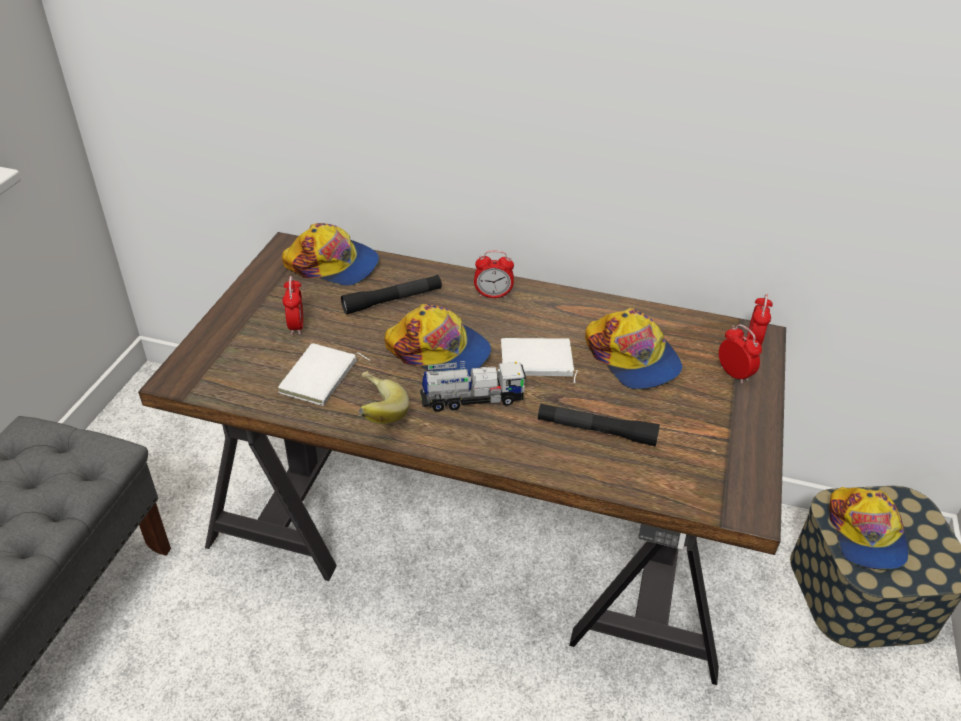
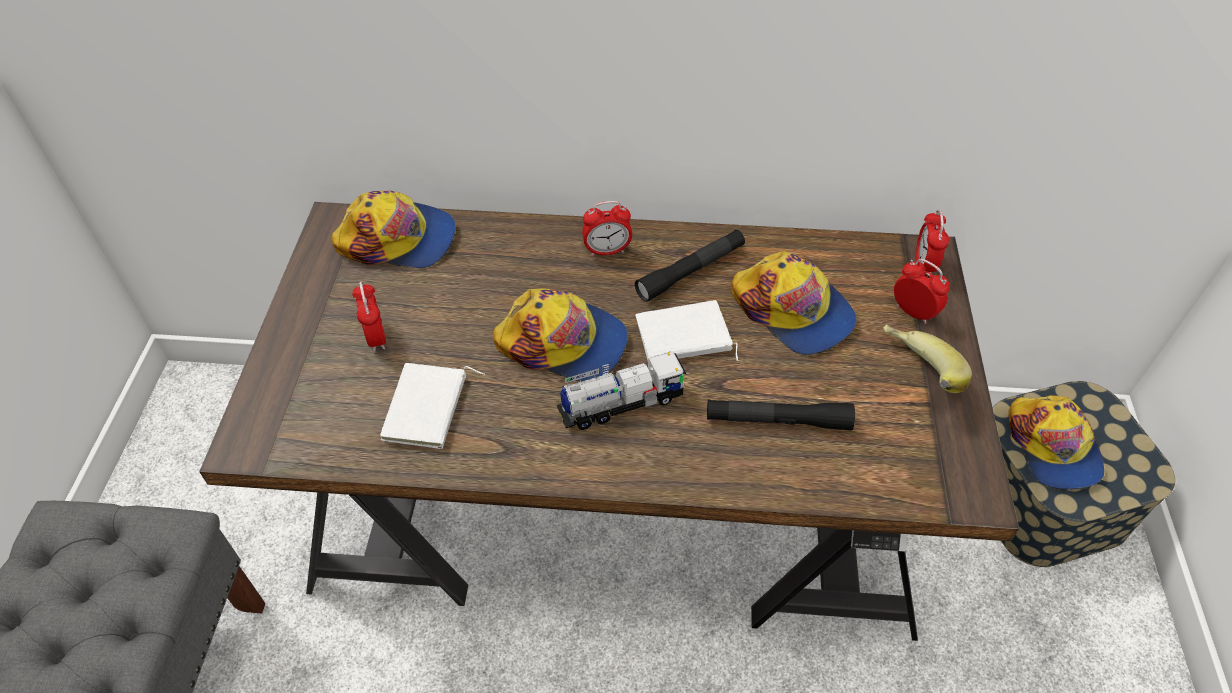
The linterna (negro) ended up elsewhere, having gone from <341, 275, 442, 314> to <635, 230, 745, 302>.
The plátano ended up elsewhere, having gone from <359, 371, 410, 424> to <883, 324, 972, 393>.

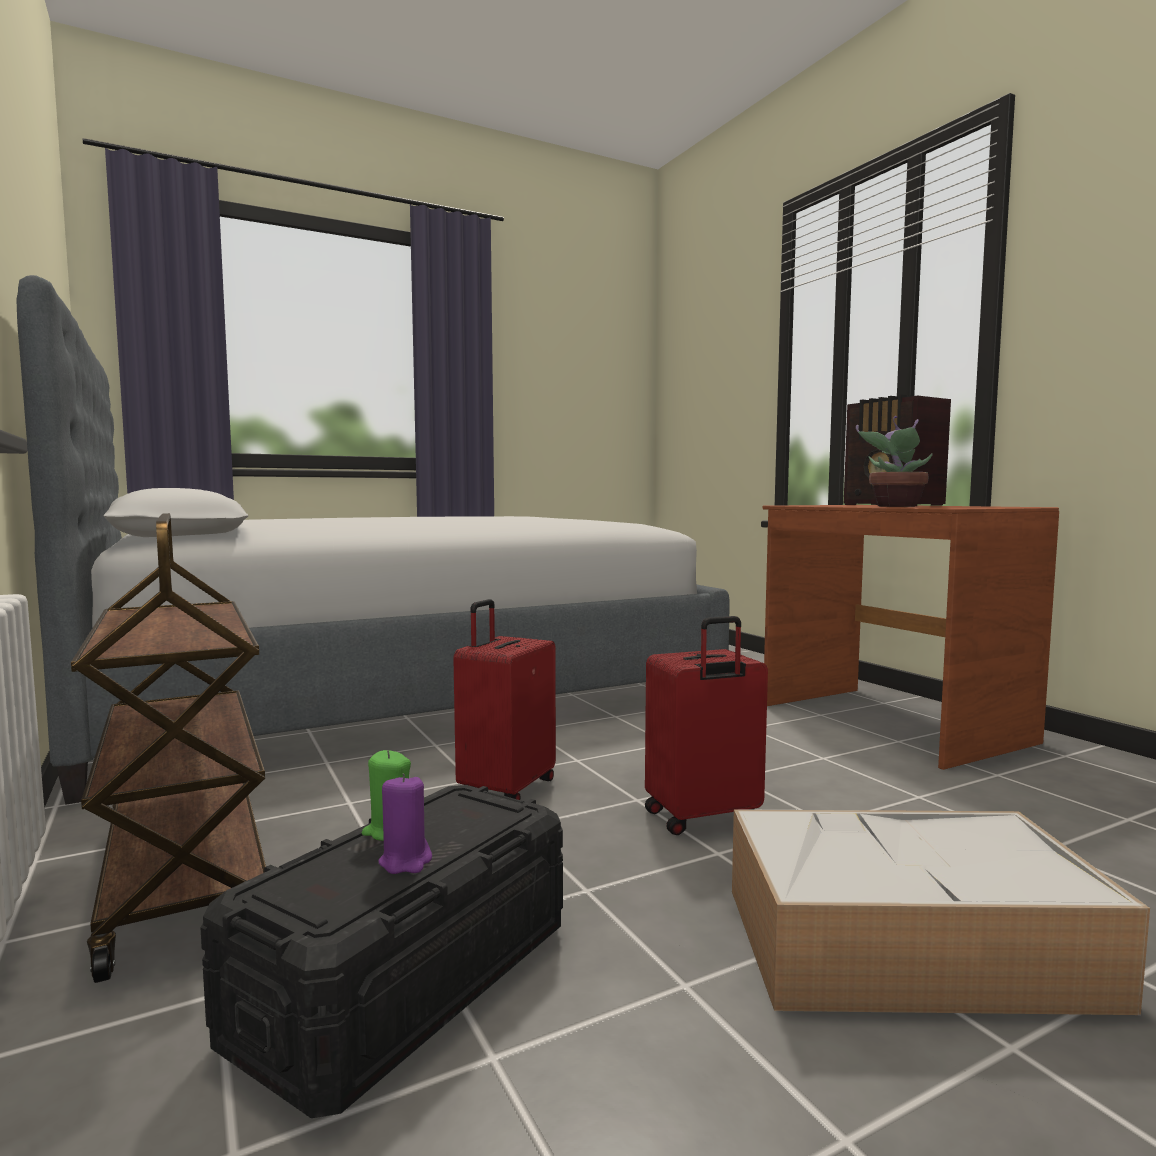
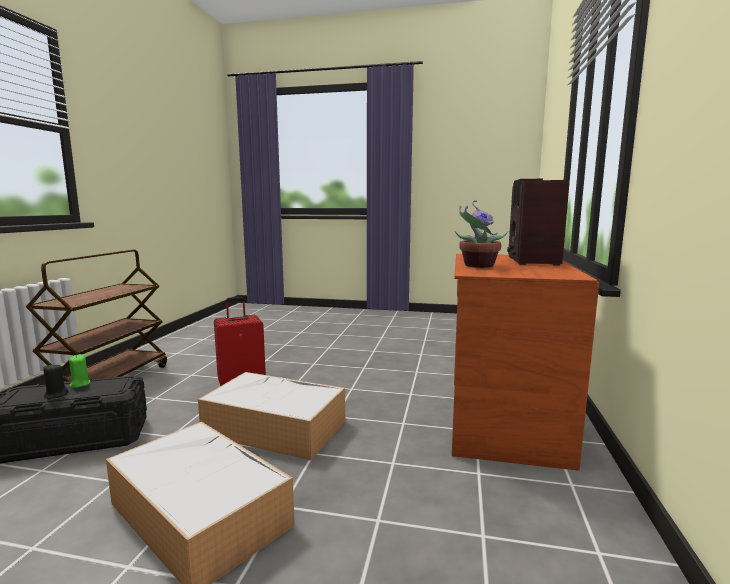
The second view lost the cama at <16, 275, 730, 805>.
Where the maleta (rojo) stood at <645, 616, 768, 835>, the caja de almacenaje came to stand at <198, 372, 345, 460>.
What was the vela (morado) at <379, 774, 432, 874> turned into the vela (negro) at <43, 364, 69, 400>.

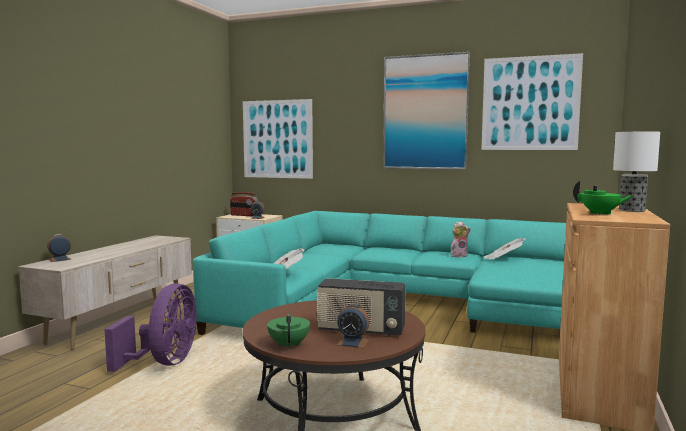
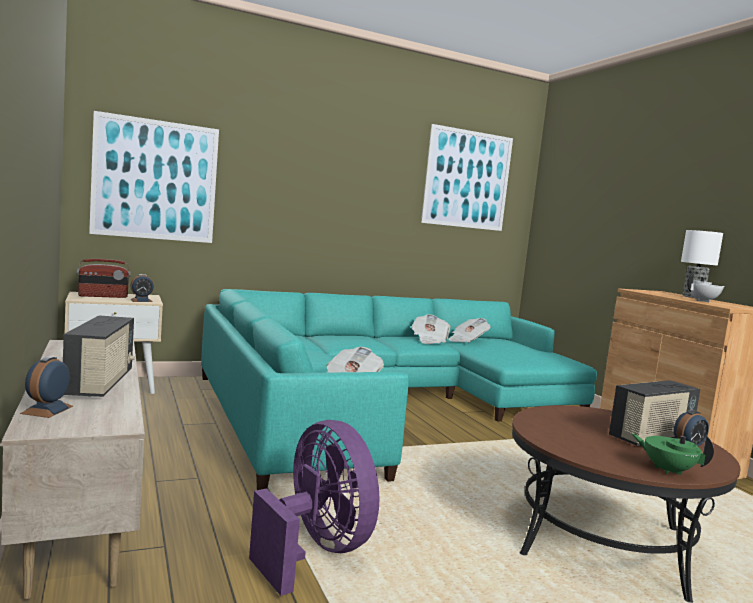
The second view lost the cuadro at <383, 52, 470, 170>.
The second view gained the radio at <63, 315, 135, 397>.
Where the peluche stood at <450, 222, 471, 258>, the periódico came to stand at <411, 314, 451, 344>.
What was the tetera (verde) at <573, 181, 634, 215> turned into the tetera (blanco) at <687, 272, 725, 303>.

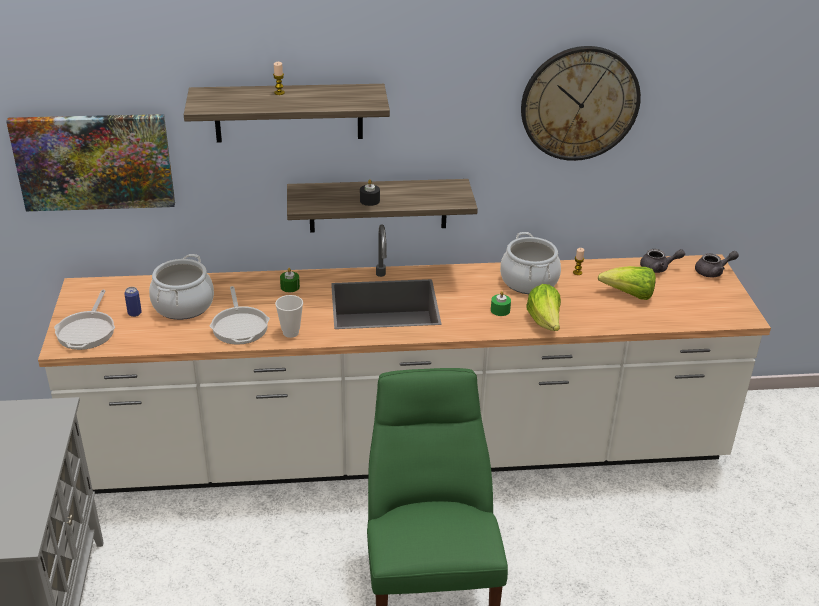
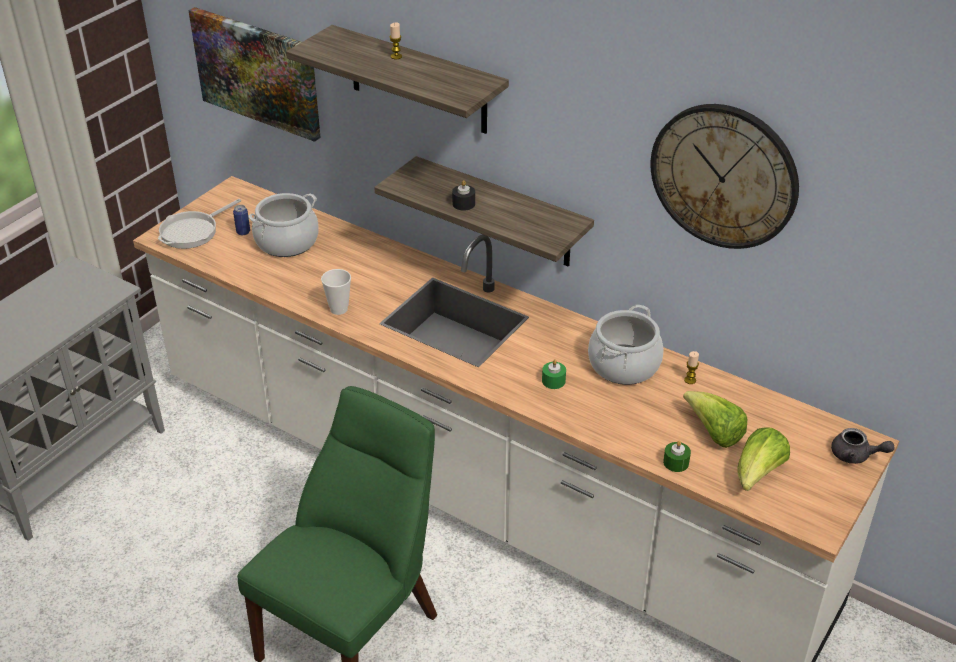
The second view lost the sartén at <209, 286, 270, 344>.
The second view lost the tetera (gris) at <640, 249, 685, 273>.
The vela (verde) ended up elsewhere, having gone from <280, 268, 300, 292> to <663, 441, 691, 472>.
The lechuga ended up elsewhere, having gone from <526, 284, 561, 331> to <738, 428, 790, 491>.

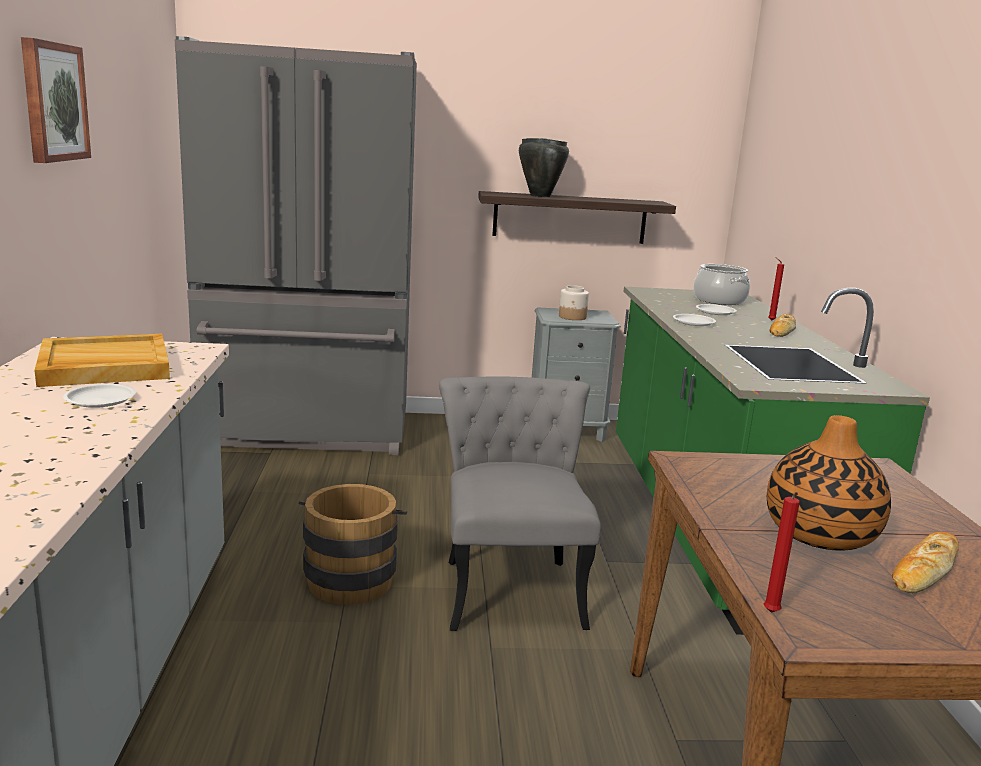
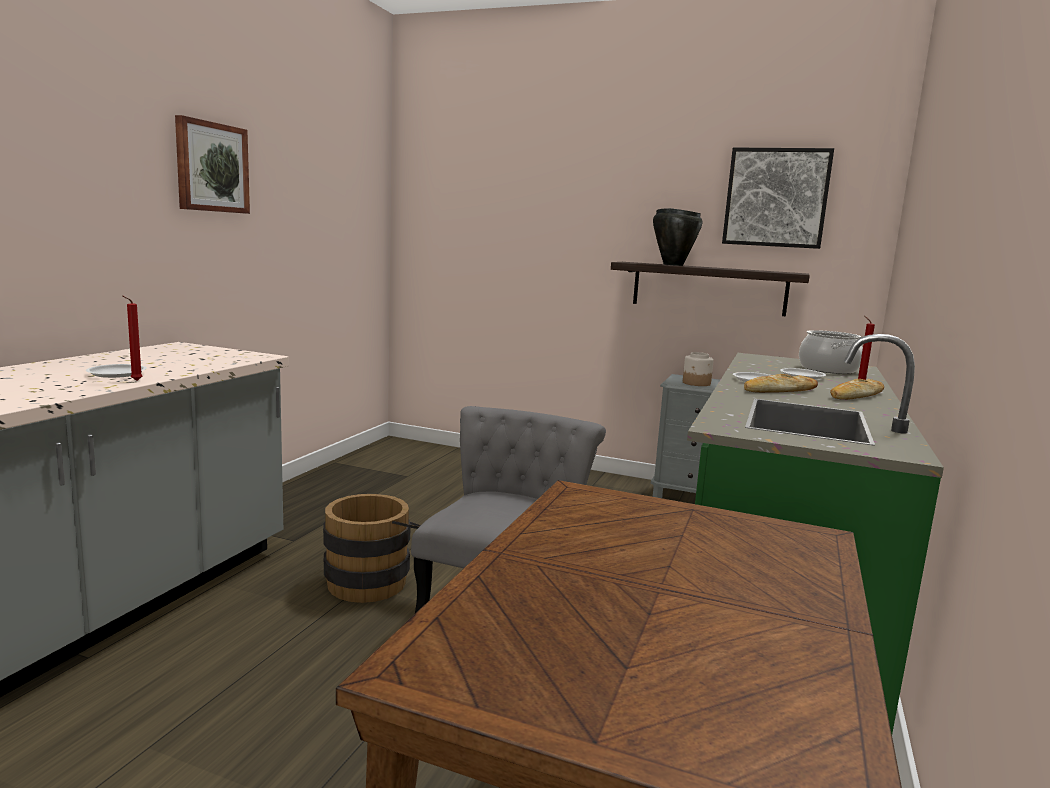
The second view lost the bandeja (beis) at <34, 334, 170, 387>.
The second view lost the nevera (gris) at <175, 36, 417, 455>.
The second view lost the florero at <767, 415, 891, 551>.
The second view gained the cuadro at <722, 148, 834, 249>.
The vela (rojo) ended up elsewhere, having gone from <764, 492, 800, 613> to <123, 296, 142, 381>.
The pan ended up elsewhere, having gone from <892, 532, 959, 593> to <744, 374, 818, 393>.

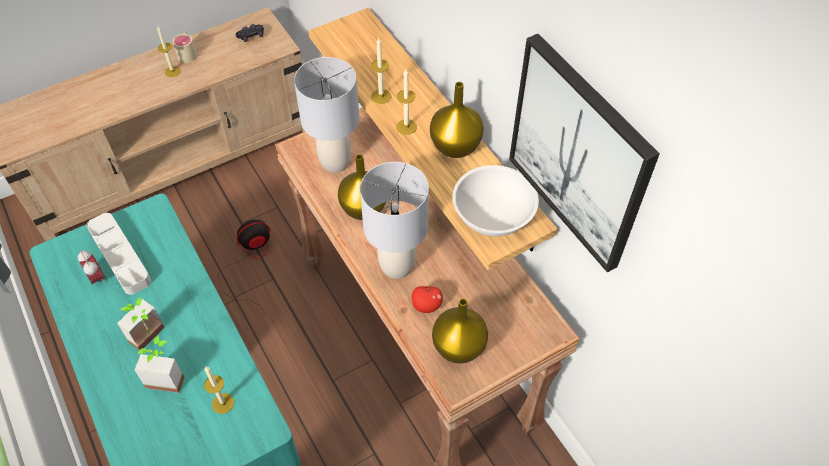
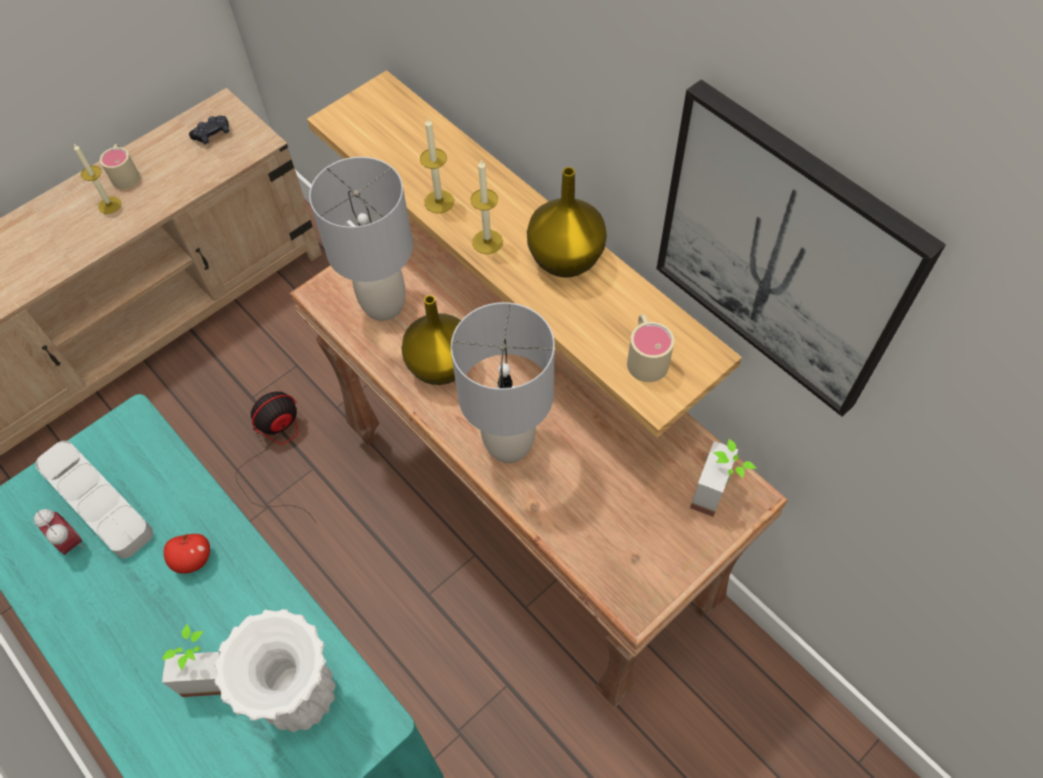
The second view lost the florero (amarillo) at <432, 299, 488, 364>.
The planta en maceta ended up elsewhere, having gone from <117, 298, 165, 350> to <690, 439, 757, 517>.
The manzana ended up elsewhere, having gone from <412, 285, 443, 313> to <164, 534, 210, 574>.
Where the vela stood at <204, 367, 234, 414>, the florero (blanco) came to stand at <214, 609, 336, 732>.
Where the cuenco (blanco) stood at <452, 165, 539, 236>, the taza grande (beis) came to stand at <627, 314, 674, 382>.

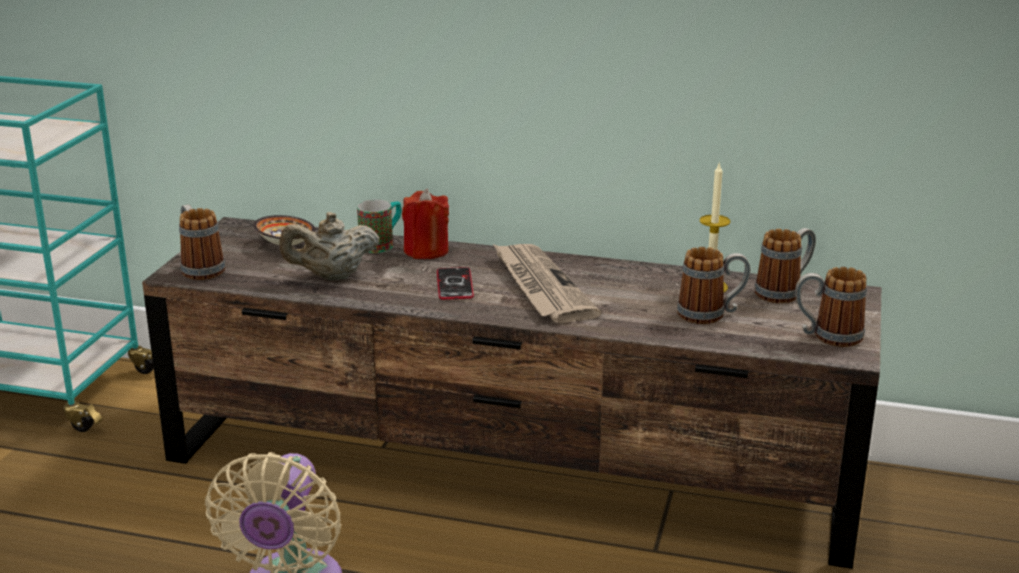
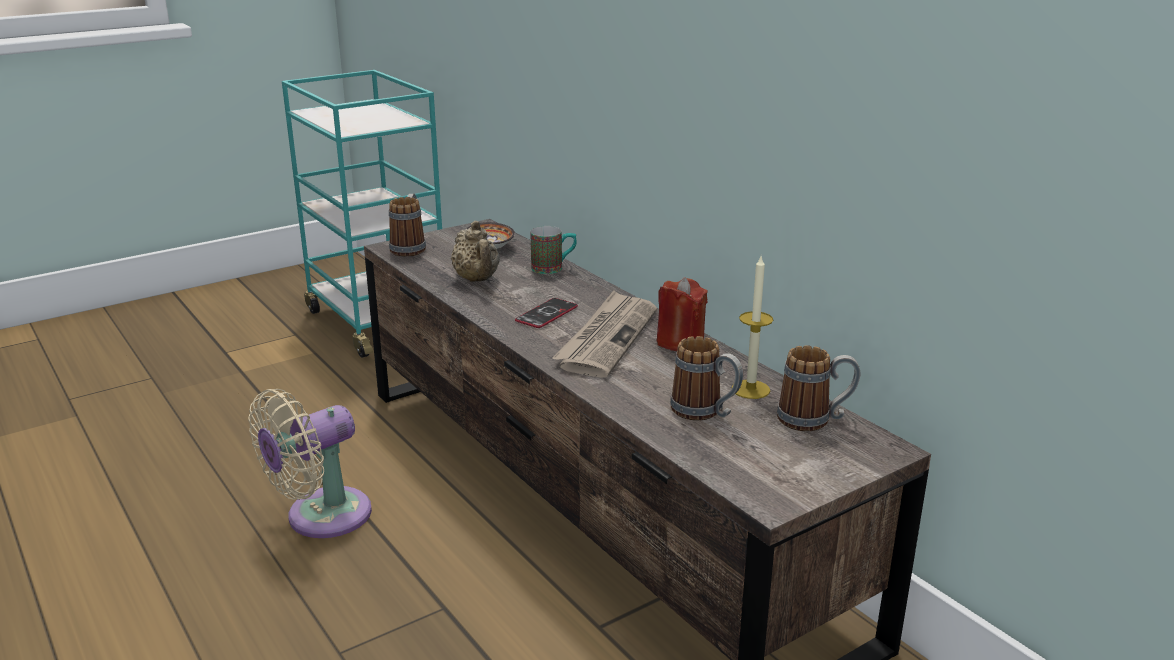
The second view lost the taza grande at <795, 267, 867, 347>.
The vela (rojo) ended up elsewhere, having gone from <402, 189, 449, 259> to <657, 278, 708, 351>.
The tetera (beis) at <280, 212, 379, 280> ended up facing another way, 135 degrees counterclockwise from before.

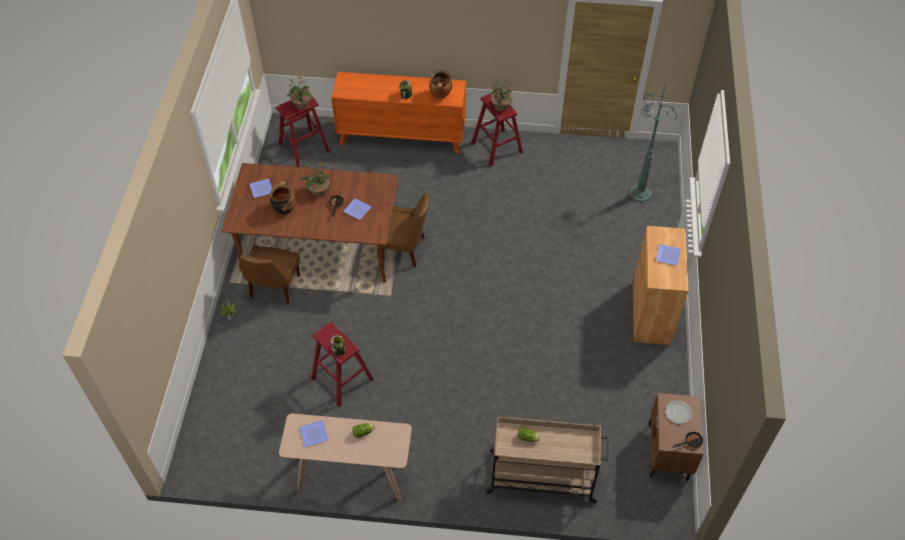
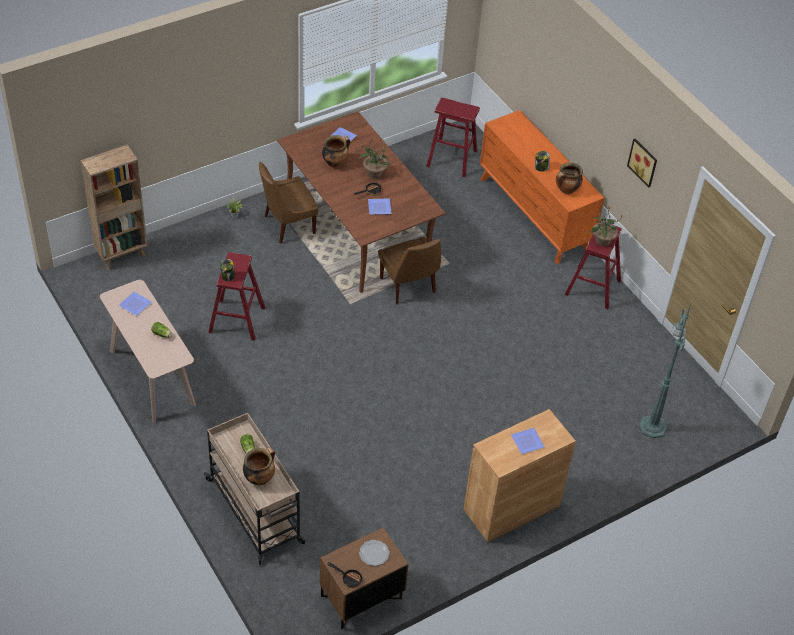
The second view lost the planta en maceta at <287, 76, 313, 110>.
The second view gained the estantería (marrón) at <81, 145, 148, 270>.
The second view gained the olla at <243, 447, 275, 485>.
The second view gained the cuadro at <627, 139, 657, 187>.

